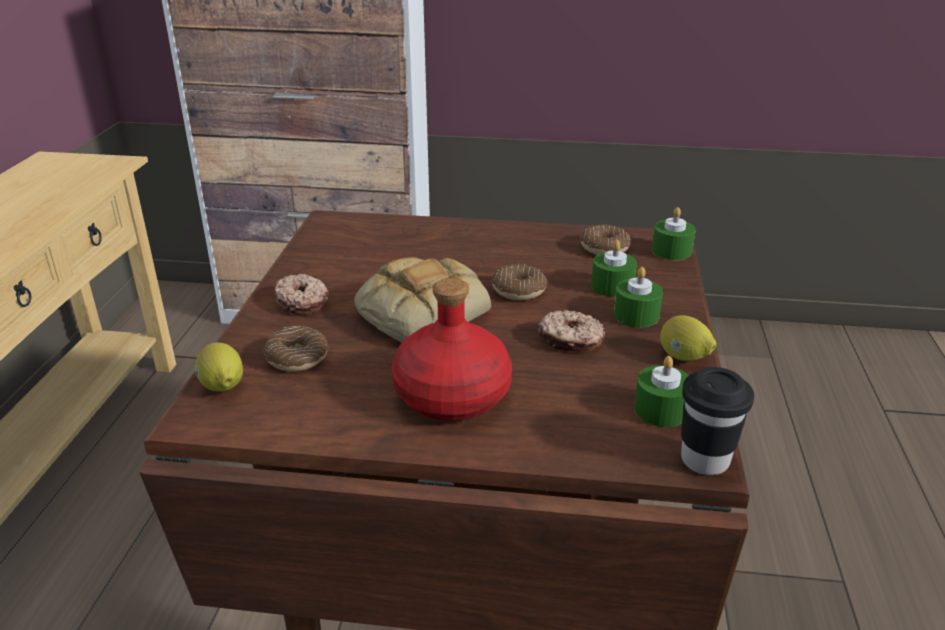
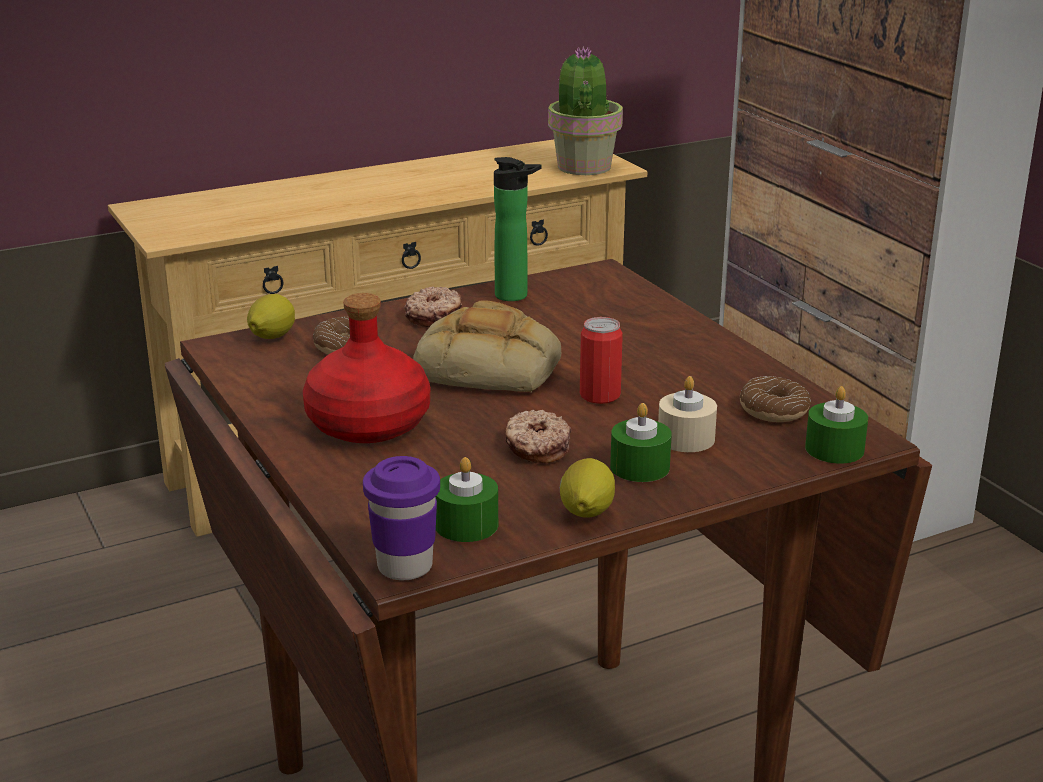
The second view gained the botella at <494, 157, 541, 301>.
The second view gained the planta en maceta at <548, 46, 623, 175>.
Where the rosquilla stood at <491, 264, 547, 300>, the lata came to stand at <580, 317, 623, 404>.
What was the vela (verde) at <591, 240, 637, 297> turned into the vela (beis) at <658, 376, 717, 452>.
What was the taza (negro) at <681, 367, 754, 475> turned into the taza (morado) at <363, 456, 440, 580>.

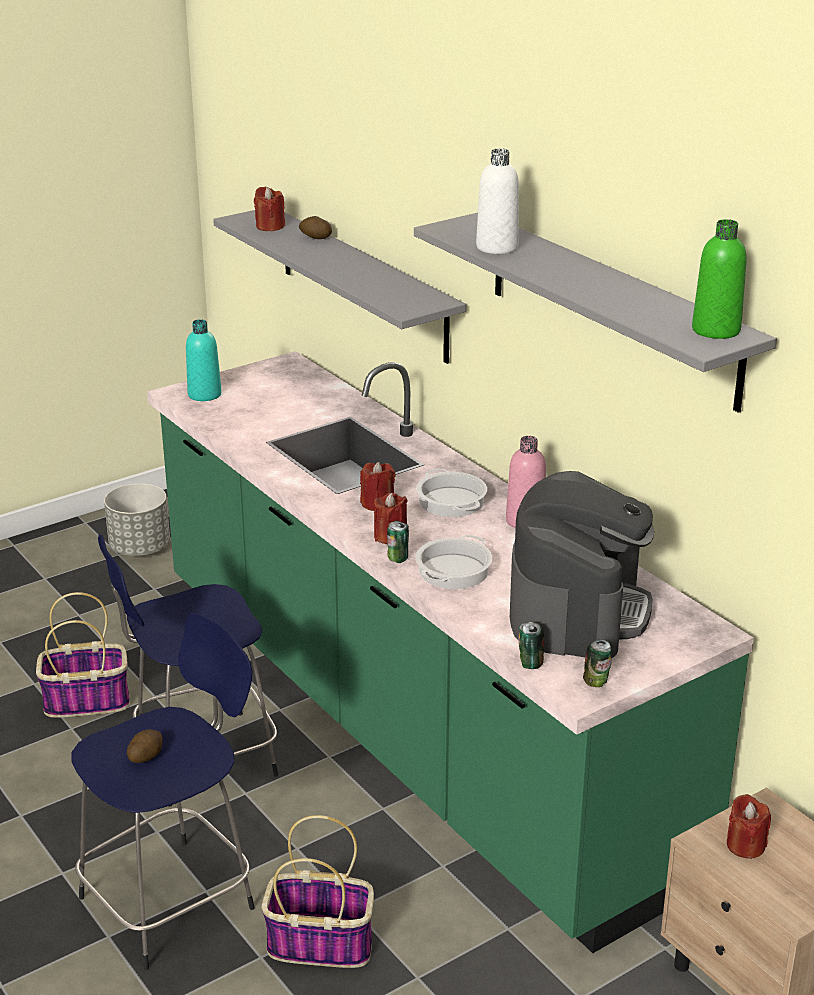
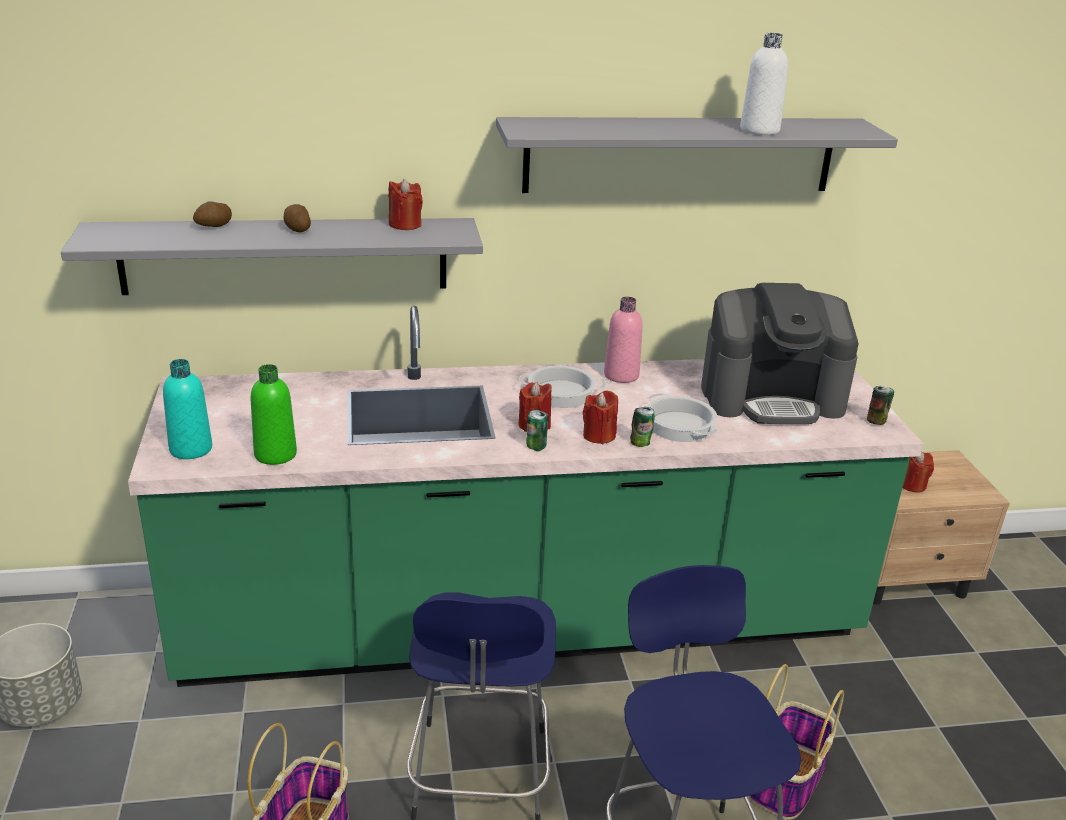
The patata ended up elsewhere, having gone from <127, 729, 162, 763> to <284, 204, 311, 232>.
The vela (rojo) ended up elsewhere, having gone from <254, 187, 285, 231> to <389, 179, 423, 230>.
The botella (blanco) ended up elsewhere, having gone from <476, 148, 519, 254> to <740, 33, 788, 135>.
The lata ended up elsewhere, having gone from <518, 622, 544, 669> to <526, 409, 549, 451>.
The botella (verde) ended up elsewhere, having gone from <692, 219, 746, 339> to <251, 364, 297, 465>.
The cafetera at <510, 471, 654, 658> ended up facing another way, 135 degrees clockwise from before.

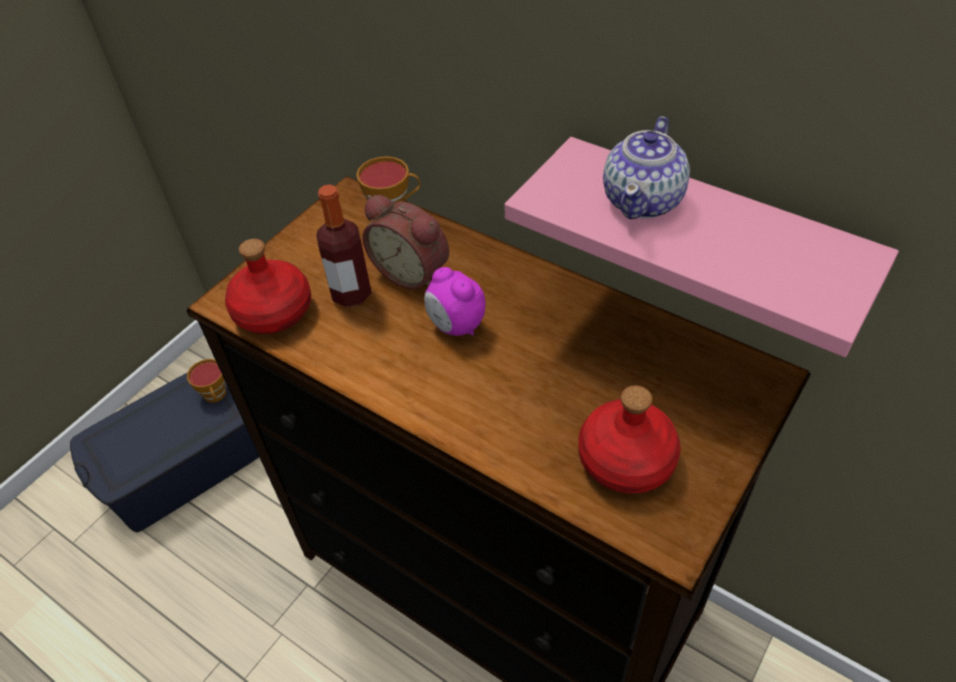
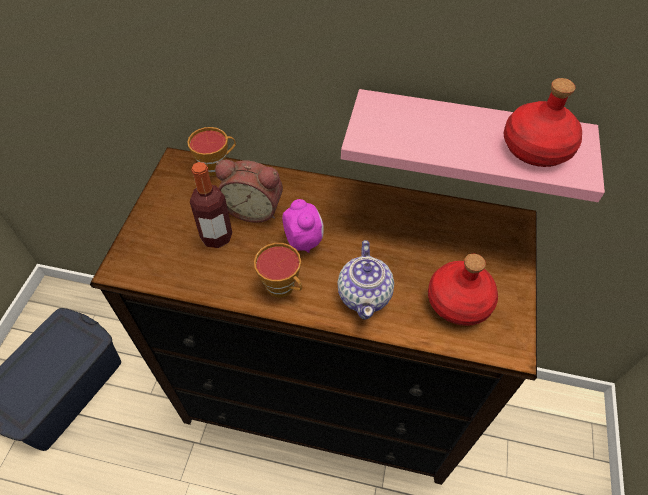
The taza ended up elsewhere, having gone from <187, 359, 226, 403> to <254, 243, 302, 297>.
The botella (rojo) ended up elsewhere, having gone from <225, 239, 311, 334> to <504, 78, 582, 167>.
The tetera ended up elsewhere, having gone from <603, 116, 690, 219> to <338, 240, 394, 320>.
The despertador at <425, 267, 486, 336> ended up facing another way, 135 degrees counterclockwise from before.

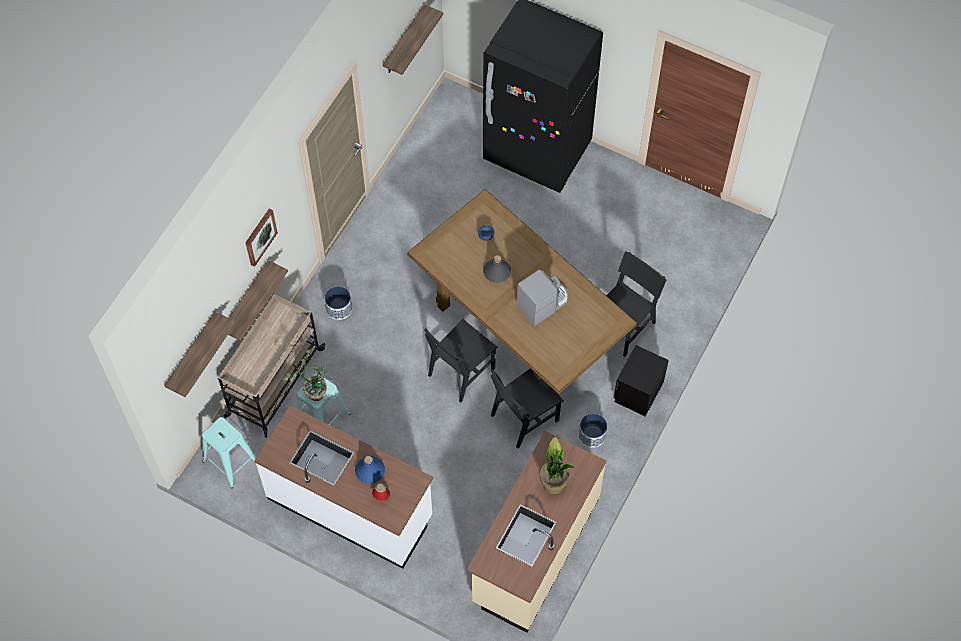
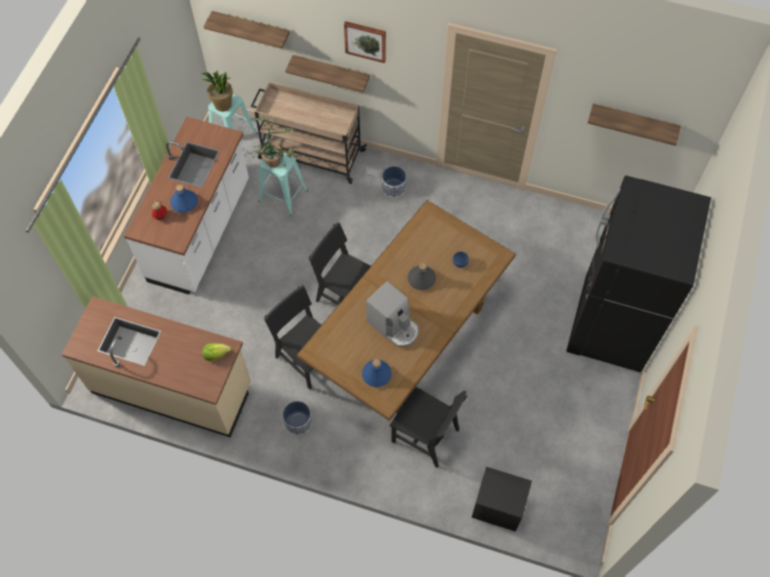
The second view gained the botella (azul) at <362, 359, 392, 387>.
The planta en maceta ended up elsewhere, having gone from <540, 449, 575, 495> to <201, 70, 233, 112>.
The mesita de noche (negro) ended up elsewhere, having gone from <614, 345, 669, 416> to <471, 467, 532, 532>.

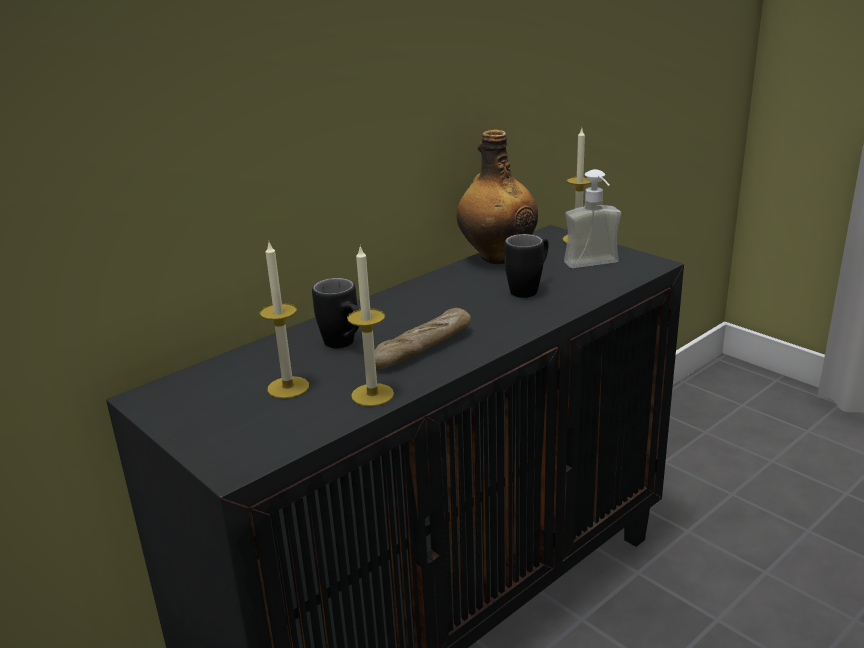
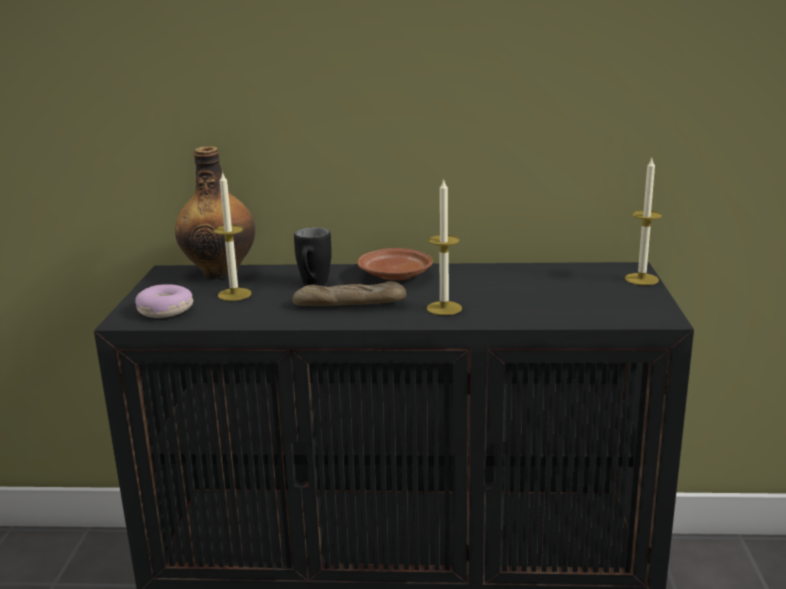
The second view lost the taza grande (negro) at <504, 234, 549, 298>.
The second view lost the dispensador de jabón at <564, 169, 621, 268>.
The second view gained the rosquilla at <135, 284, 193, 318>.
The second view gained the plato (marrón) at <357, 248, 433, 281>.
The vela ended up elsewhere, having gone from <347, 246, 394, 406> to <427, 178, 462, 315>.
The botella ended up elsewhere, having gone from <457, 130, 538, 264> to <175, 146, 255, 280>.

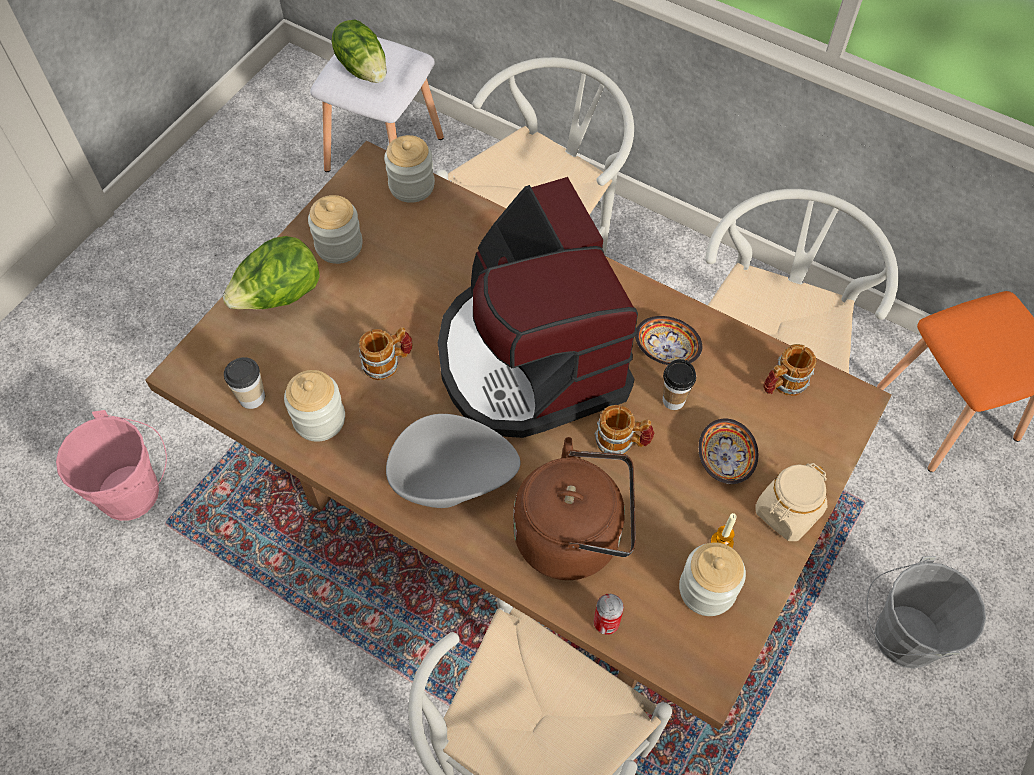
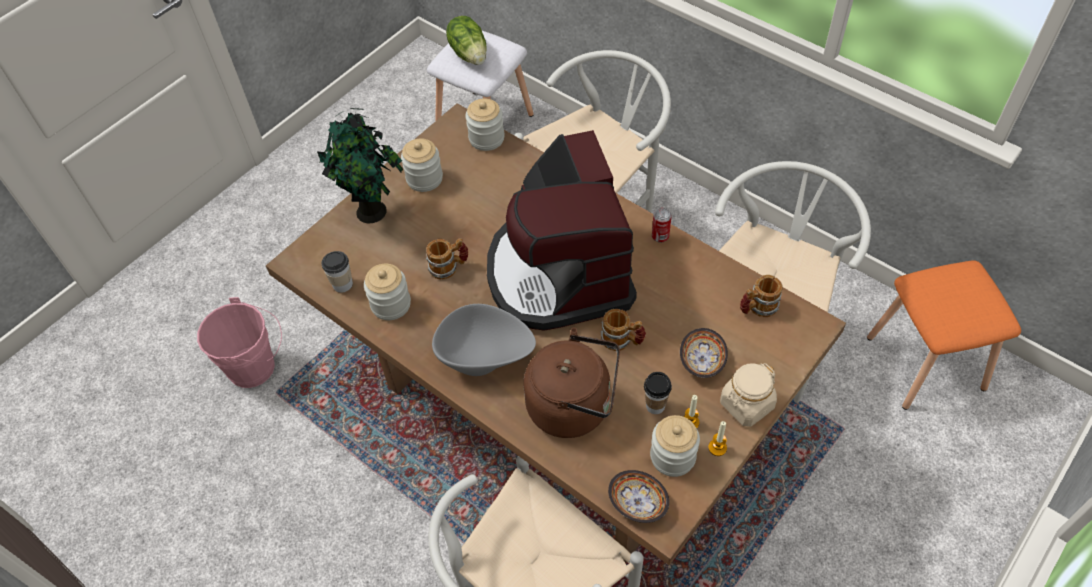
The second view lost the cubo (gris) at <867, 556, 986, 669>.
The second view gained the vela at <708, 421, 727, 456>.
The lata ended up elsewhere, having gone from <594, 594, 624, 635> to <652, 208, 671, 243>.
The cuenco ended up elsewhere, having gone from <635, 316, 702, 365> to <608, 470, 669, 523>.
The taza ended up elsewhere, having gone from <663, 359, 696, 410> to <644, 372, 672, 414>.
Where the lechuga stood at <223, 236, 320, 309>, the planta en maceta came to stand at <317, 108, 403, 223>.

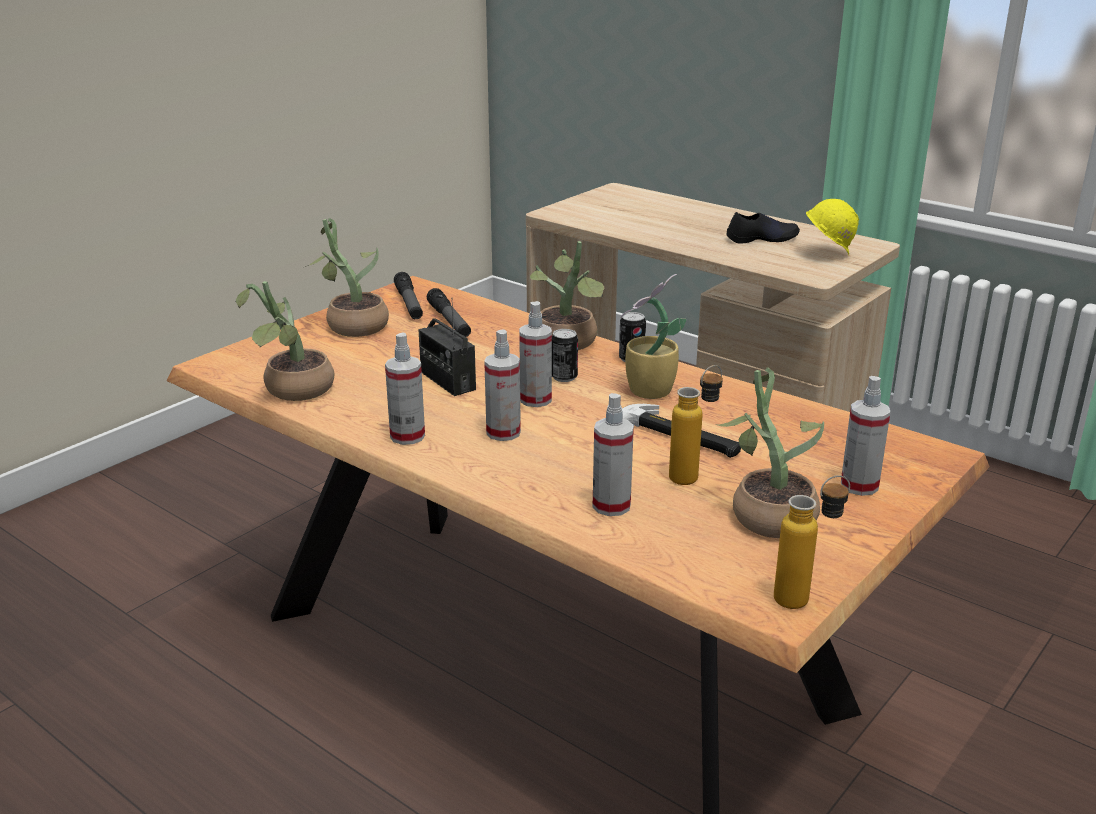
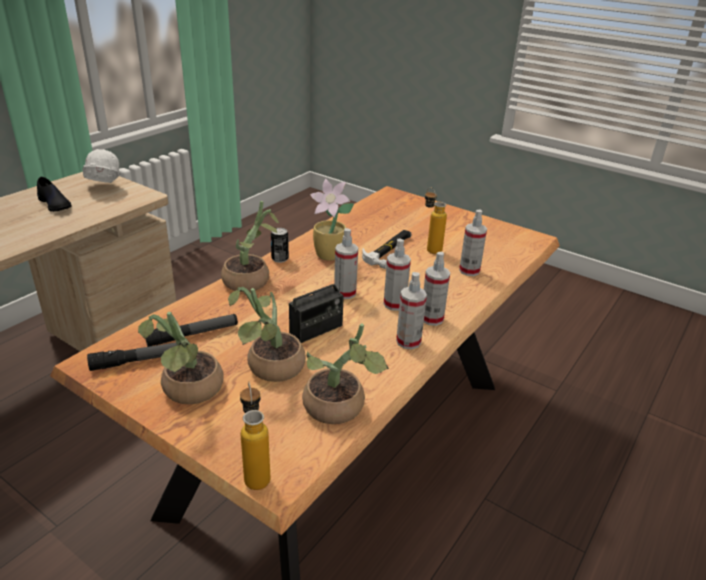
The second view lost the lata at <552, 329, 578, 382>.
The planta en maceta ended up elsewhere, having gone from <718, 367, 824, 538> to <228, 287, 306, 382>.
The botella ended up elsewhere, having gone from <774, 475, 850, 609> to <240, 382, 270, 490>.
The pulverizador ended up elsewhere, having gone from <841, 376, 890, 496> to <424, 252, 450, 326>.
What was the casco (amarillo) at <806, 199, 859, 254> turned into the casco (blanco) at <82, 149, 121, 183>.
The zapato (negro) at <726, 212, 800, 244> ended up facing another way, 150 degrees clockwise from before.

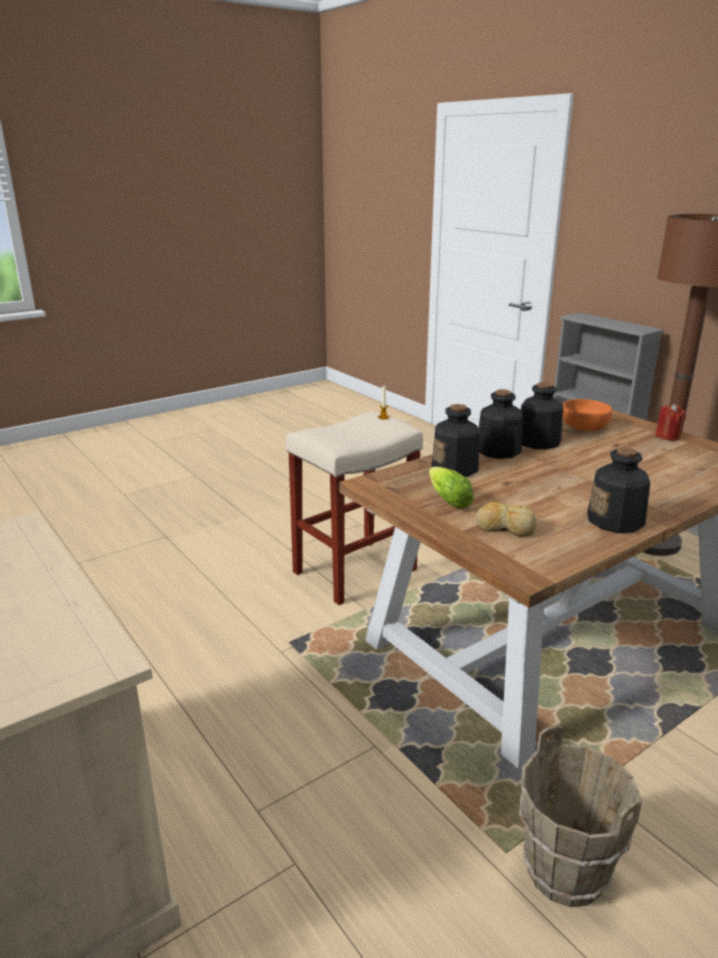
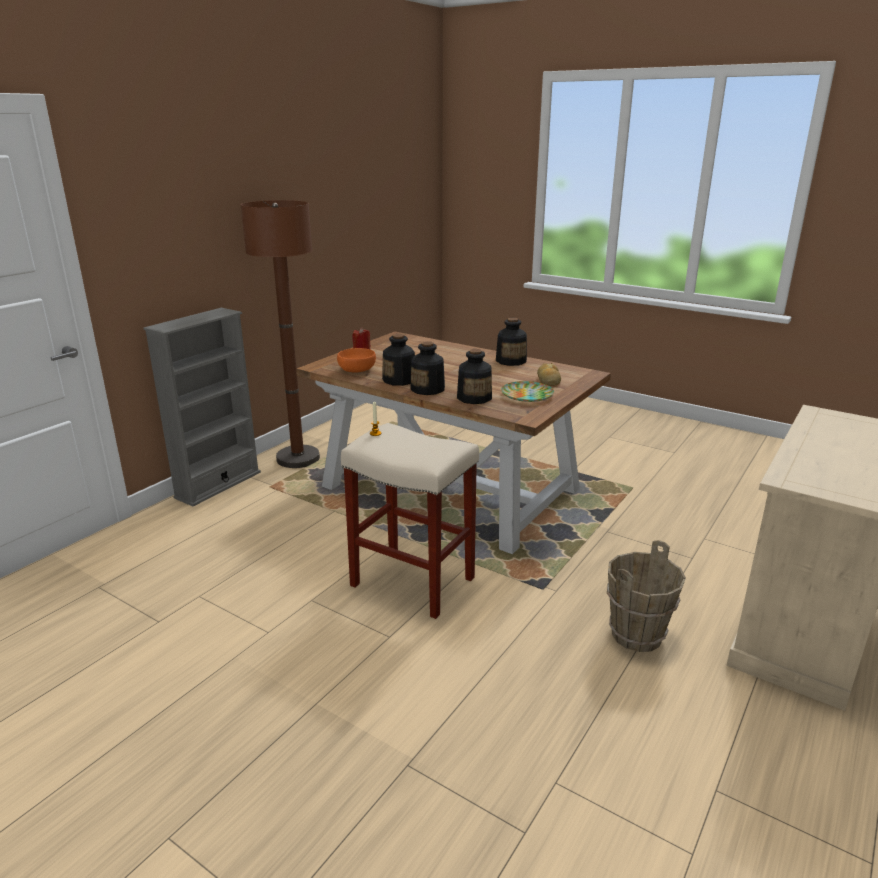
The cubo (marrón) ended up elsewhere, having gone from <519, 725, 643, 907> to <607, 540, 686, 652>.
Where the lechuga stood at <429, 467, 474, 508>, the plato came to stand at <501, 381, 554, 402>.

